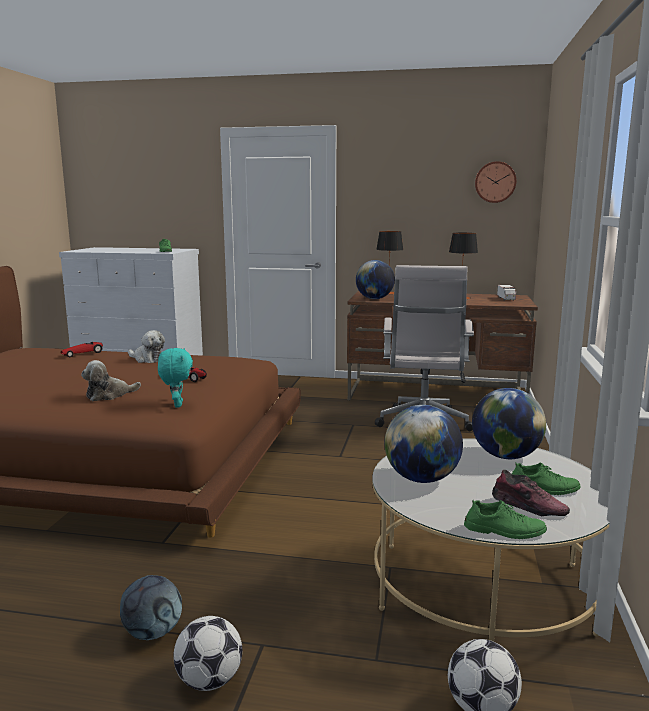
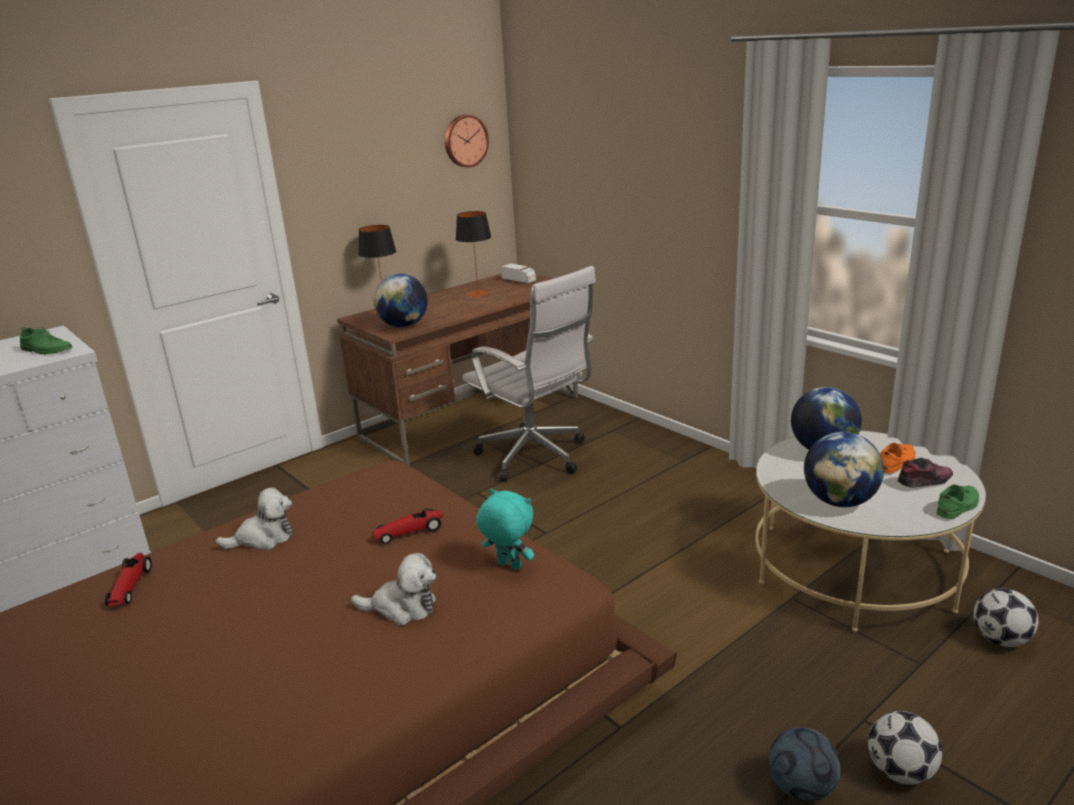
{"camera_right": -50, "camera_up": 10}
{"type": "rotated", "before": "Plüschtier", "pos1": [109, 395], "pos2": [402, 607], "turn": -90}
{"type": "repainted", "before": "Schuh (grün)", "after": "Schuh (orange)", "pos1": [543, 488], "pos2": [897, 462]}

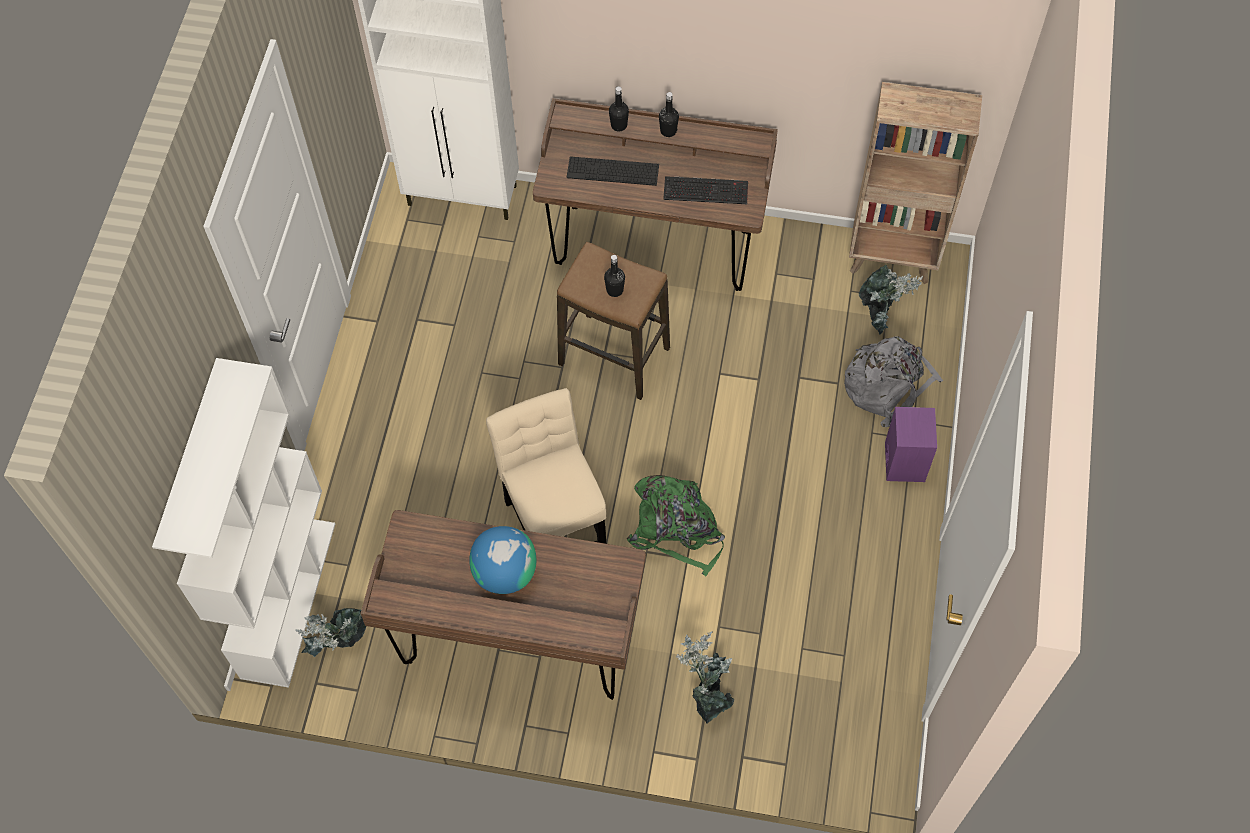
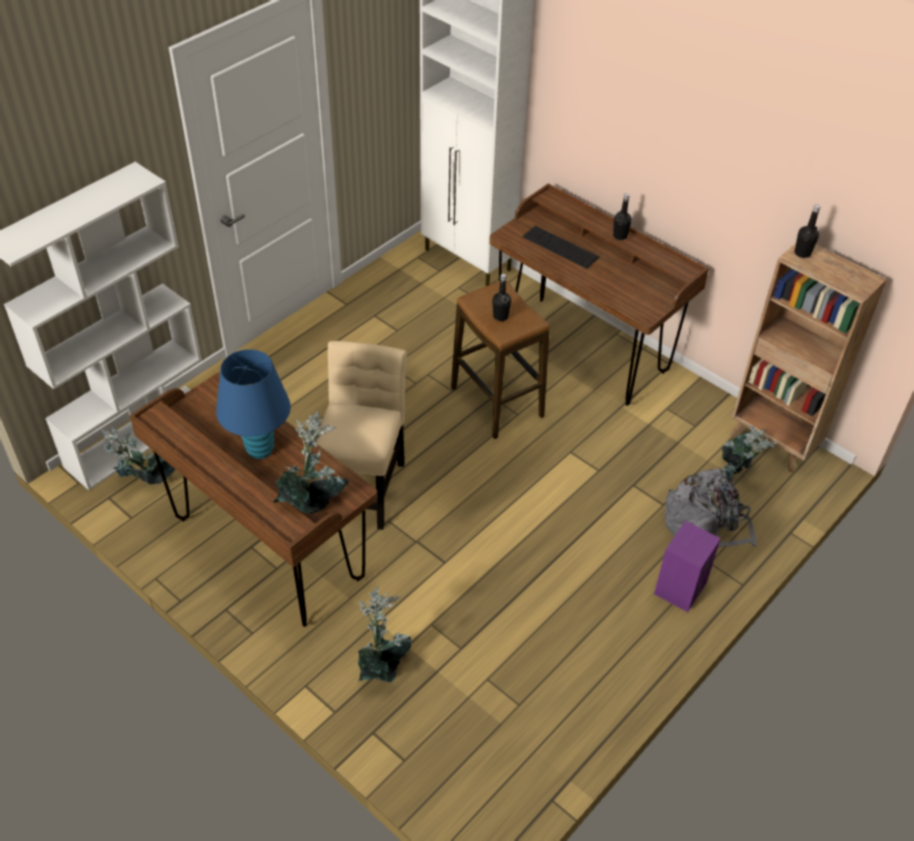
{"camera_right": 30, "camera_up": -15}
{"type": "shifted", "before": "Flasche (schwarz)", "pos1": [619, 125], "pos2": [802, 253]}
{"type": "gone", "before": "Tastatur", "pos1": [706, 190]}
{"type": "gone", "before": "Rucksack (grün)", "pos1": [677, 529]}
{"type": "swapped", "before": "Globus", "after": "Tischlampe (blau)", "pos1": [505, 572], "pos2": [260, 450]}
{"type": "new", "after": "Topfpflanze", "pos2": [313, 502]}

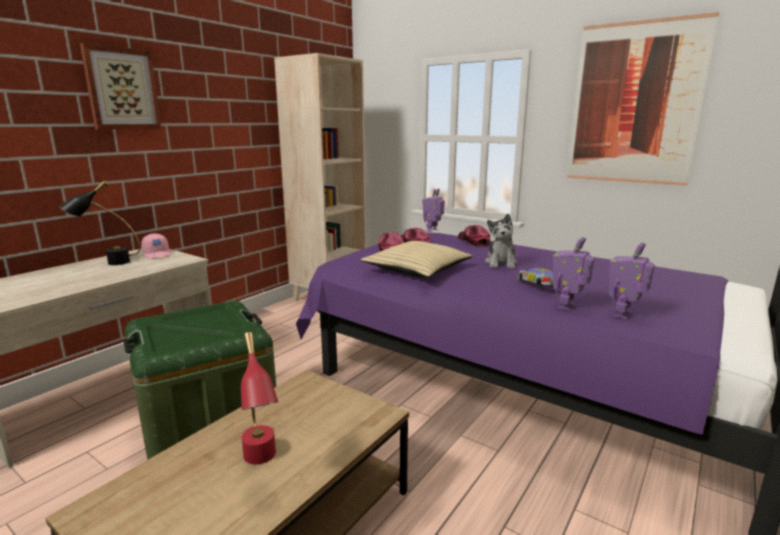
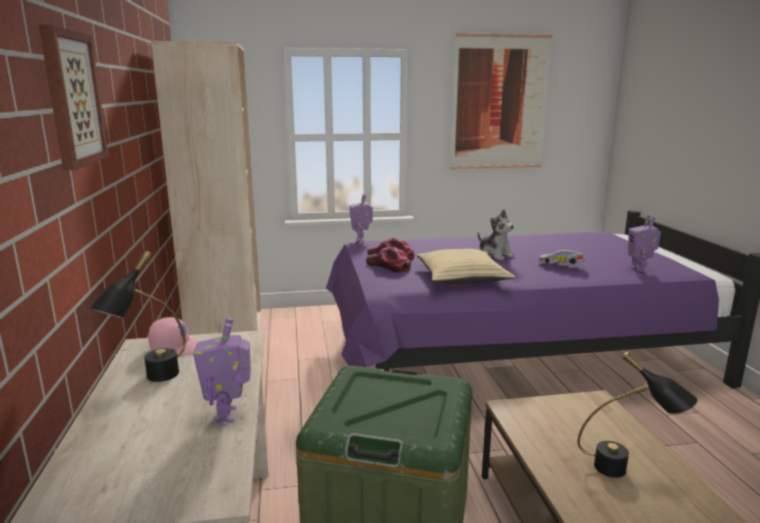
{"camera_right": -45, "camera_up": 0}
{"type": "gone", "before": "Kappe", "pos1": [473, 241]}
{"type": "shifted", "before": "Spielzeugroboter", "pos1": [567, 306], "pos2": [228, 415]}
{"type": "repainted", "before": "Tischlampe (rot)", "after": "Tischlampe (schwarz)", "pos1": [262, 463], "pos2": [626, 471]}

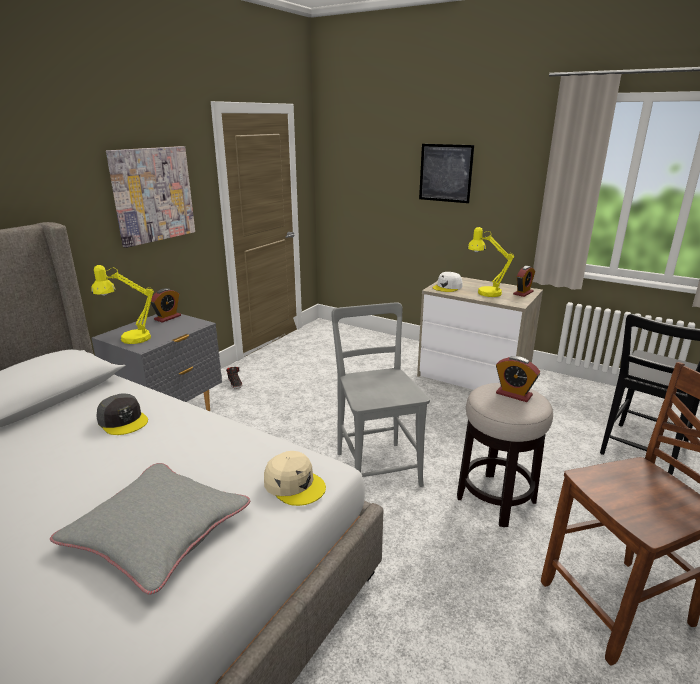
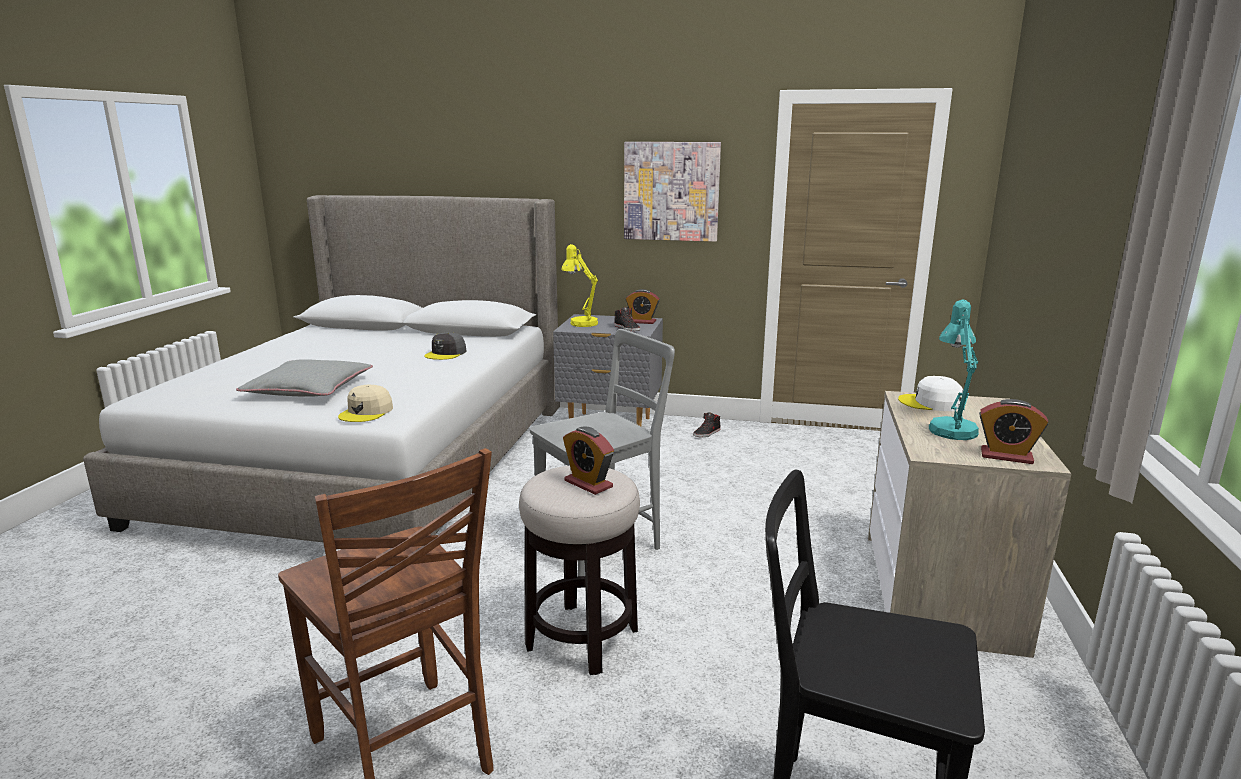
{"camera_right": 70, "camera_up": -5}
{"type": "gone", "before": "Bild", "pos1": [445, 173]}
{"type": "repainted", "before": "Tischlampe (gelb)", "after": "Tischlampe (türkis)", "pos1": [484, 292], "pos2": [950, 427]}
{"type": "rotated", "before": "Wecker", "pos1": [514, 394], "pos2": [588, 484], "turn": -60}
{"type": "new", "after": "Schuh (schwarz)", "pos2": [627, 328]}

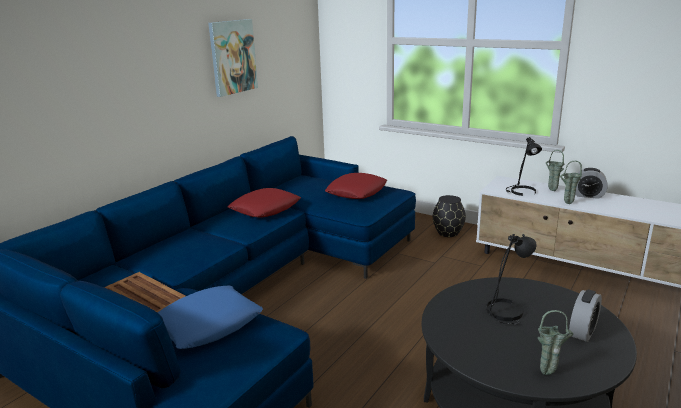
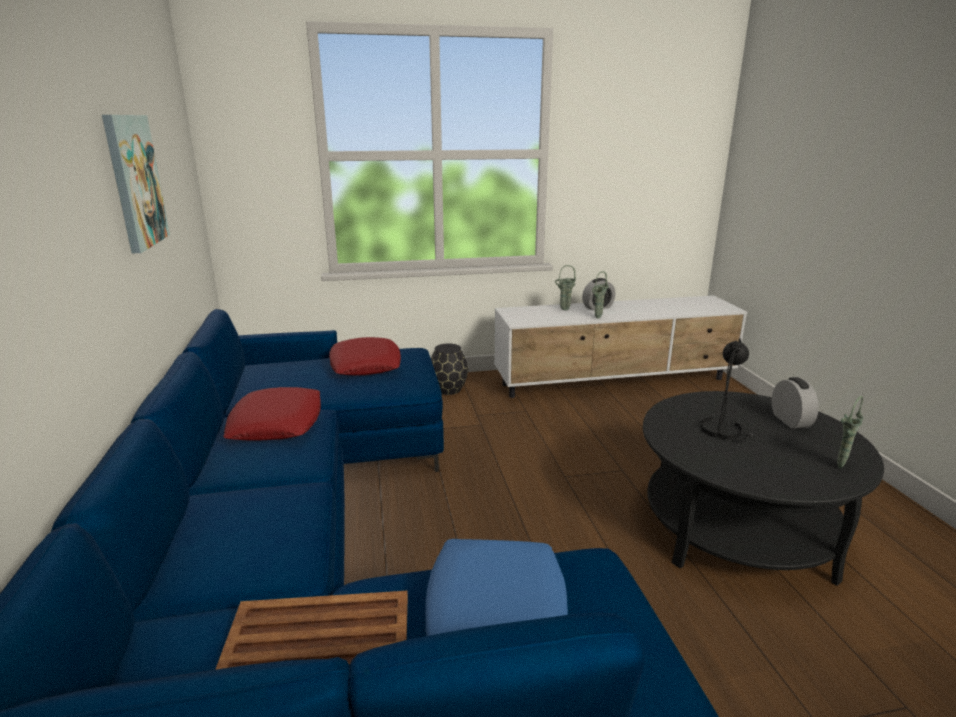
{"camera_right": -45, "camera_up": 0}
{"type": "gone", "before": "Tischlampe (schwarz)", "pos1": [521, 192]}

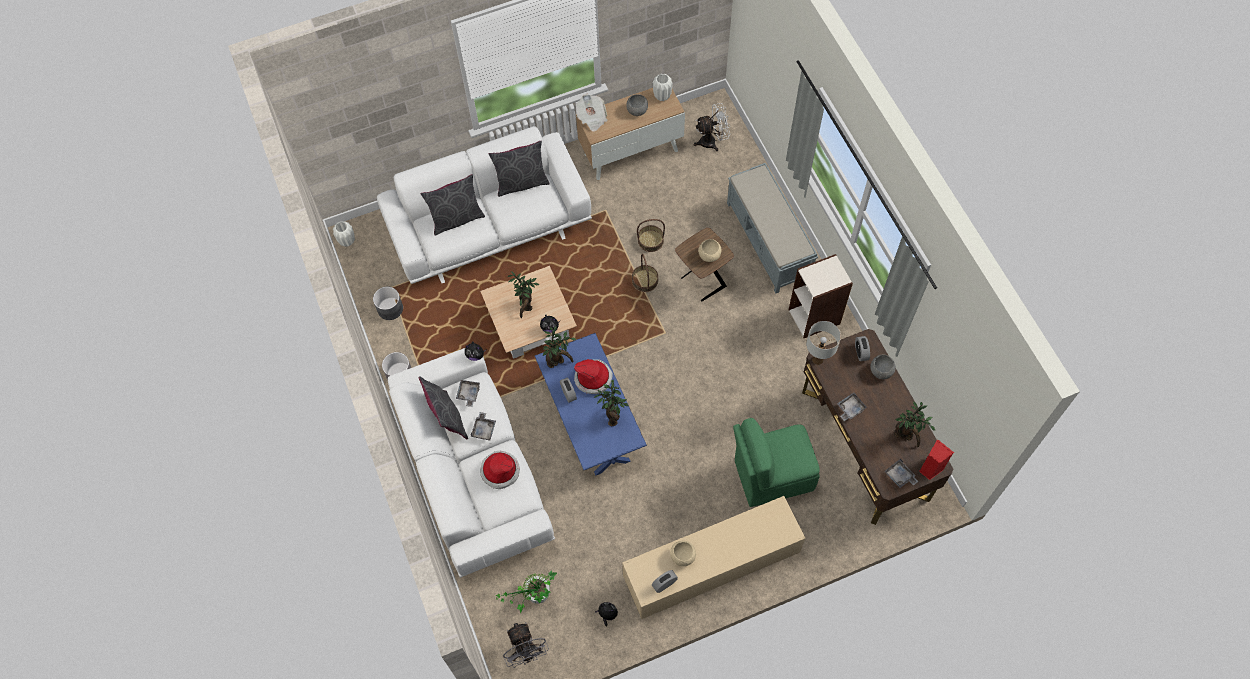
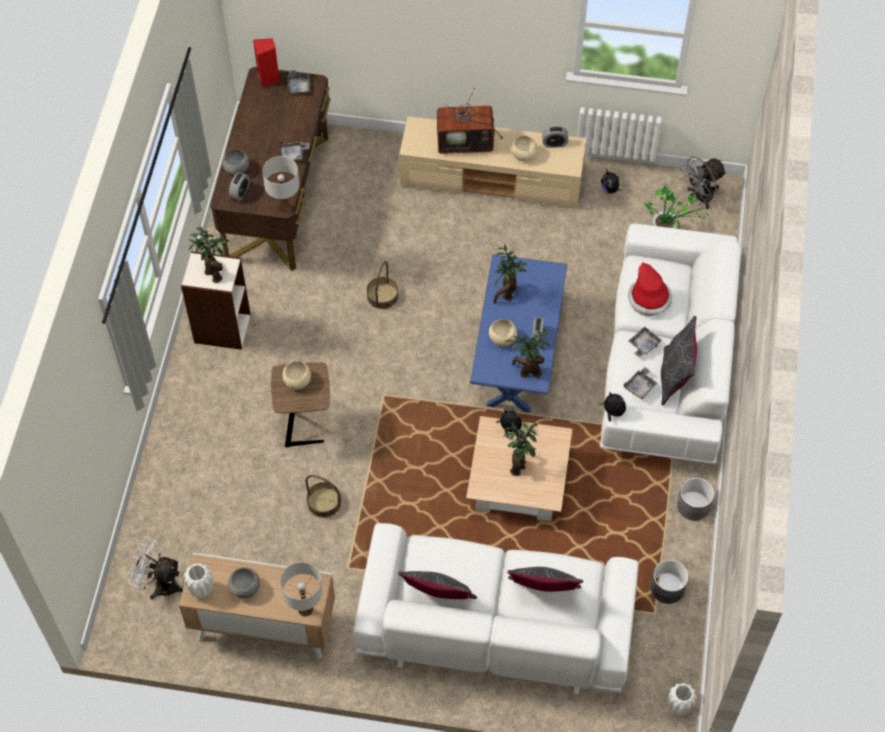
{"camera_right": -150, "camera_up": -5}
{"type": "swapped", "before": "Zeitung", "after": "Tischlampe (weiß)", "pos1": [592, 118], "pos2": [305, 609]}
{"type": "gone", "before": "Bank (grau)", "pos1": [768, 242]}
{"type": "shifted", "before": "Korb", "pos1": [644, 280], "pos2": [382, 296]}
{"type": "swapped", "before": "Hut", "after": "Schüssel (beige)", "pos1": [593, 378], "pos2": [502, 338]}
{"type": "shifted", "before": "Topfpflanze", "pos1": [905, 436], "pos2": [213, 273]}
{"type": "gone", "before": "Stuhl (grün)", "pos1": [771, 475]}
{"type": "rotated", "before": "Ventilator (grau)", "pos1": [526, 652], "pos2": [700, 198], "turn": -135}
{"type": "new", "after": "Fernseher", "pos2": [466, 141]}

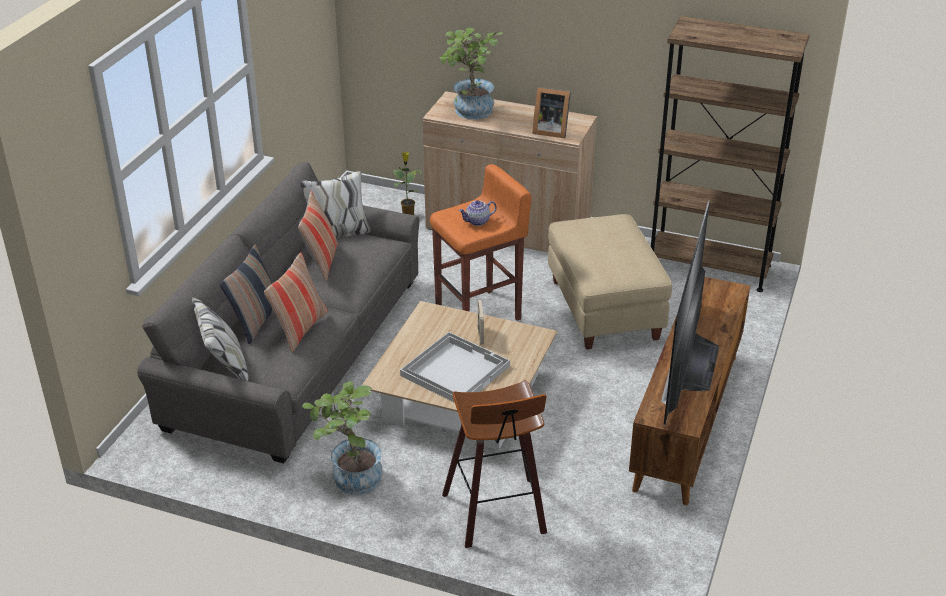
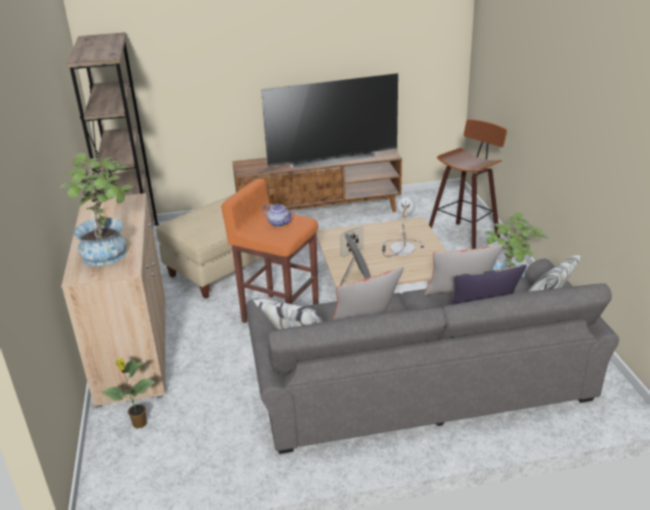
{"camera_right": -120, "camera_up": -5}
{"type": "shifted", "before": "Bilderrahmen", "pos1": [550, 130], "pos2": [354, 278]}
{"type": "swapped", "before": "Tablett (weiß)", "after": "Tischlampe", "pos1": [455, 370], "pos2": [399, 248]}

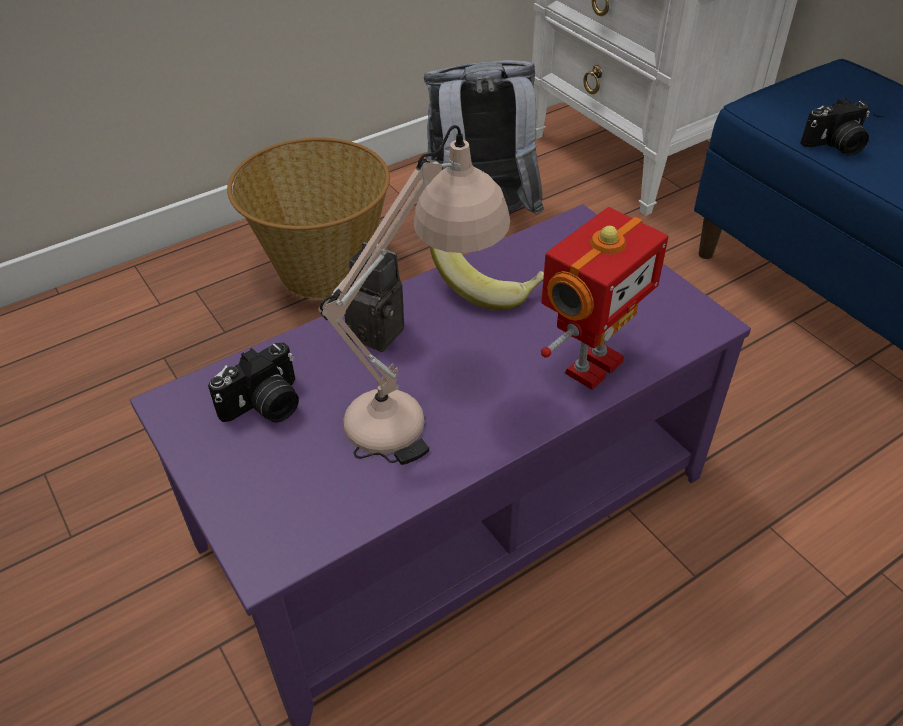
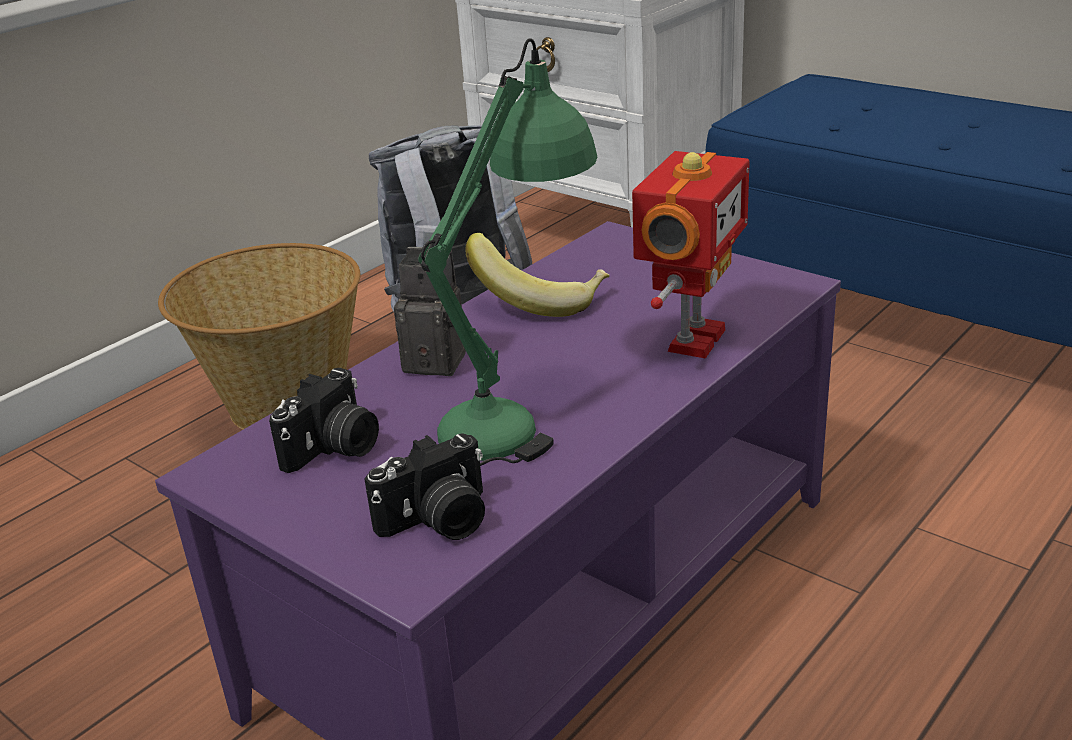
{"camera_right": -15, "camera_up": -15}
{"type": "shifted", "before": "Kamera", "pos1": [835, 146], "pos2": [439, 522]}
{"type": "repainted", "before": "Tischlampe (beige)", "after": "Tischlampe (grün)", "pos1": [422, 404], "pos2": [523, 408]}

